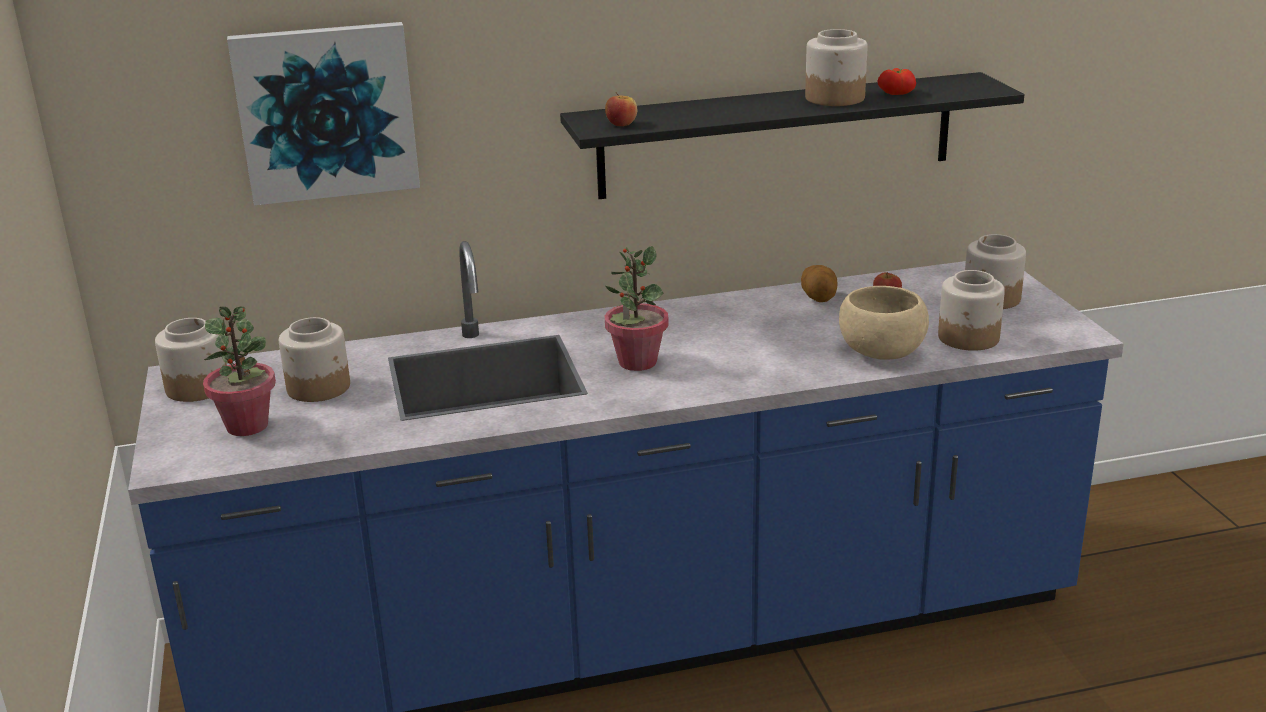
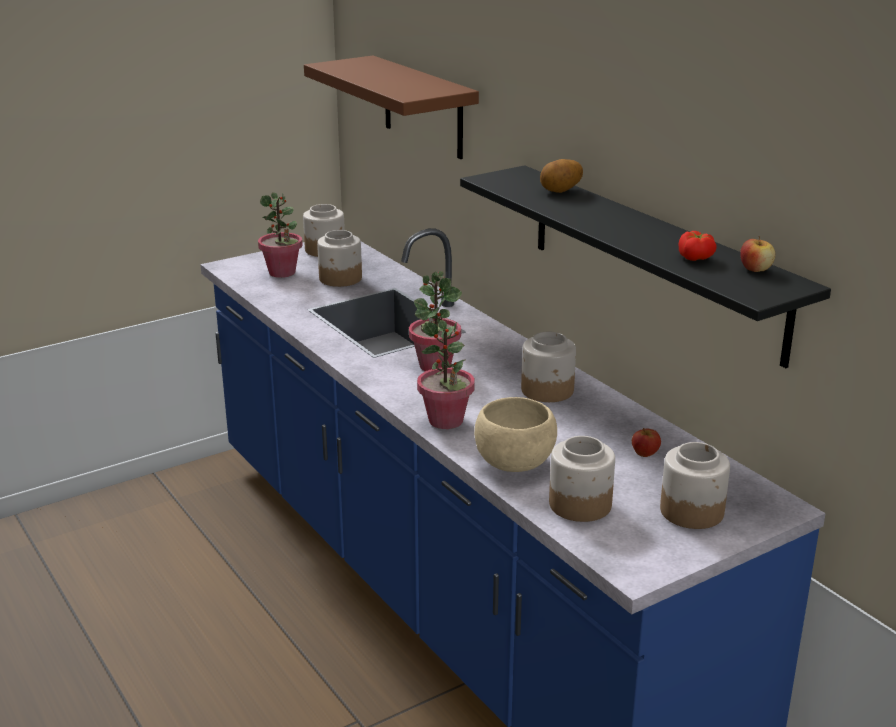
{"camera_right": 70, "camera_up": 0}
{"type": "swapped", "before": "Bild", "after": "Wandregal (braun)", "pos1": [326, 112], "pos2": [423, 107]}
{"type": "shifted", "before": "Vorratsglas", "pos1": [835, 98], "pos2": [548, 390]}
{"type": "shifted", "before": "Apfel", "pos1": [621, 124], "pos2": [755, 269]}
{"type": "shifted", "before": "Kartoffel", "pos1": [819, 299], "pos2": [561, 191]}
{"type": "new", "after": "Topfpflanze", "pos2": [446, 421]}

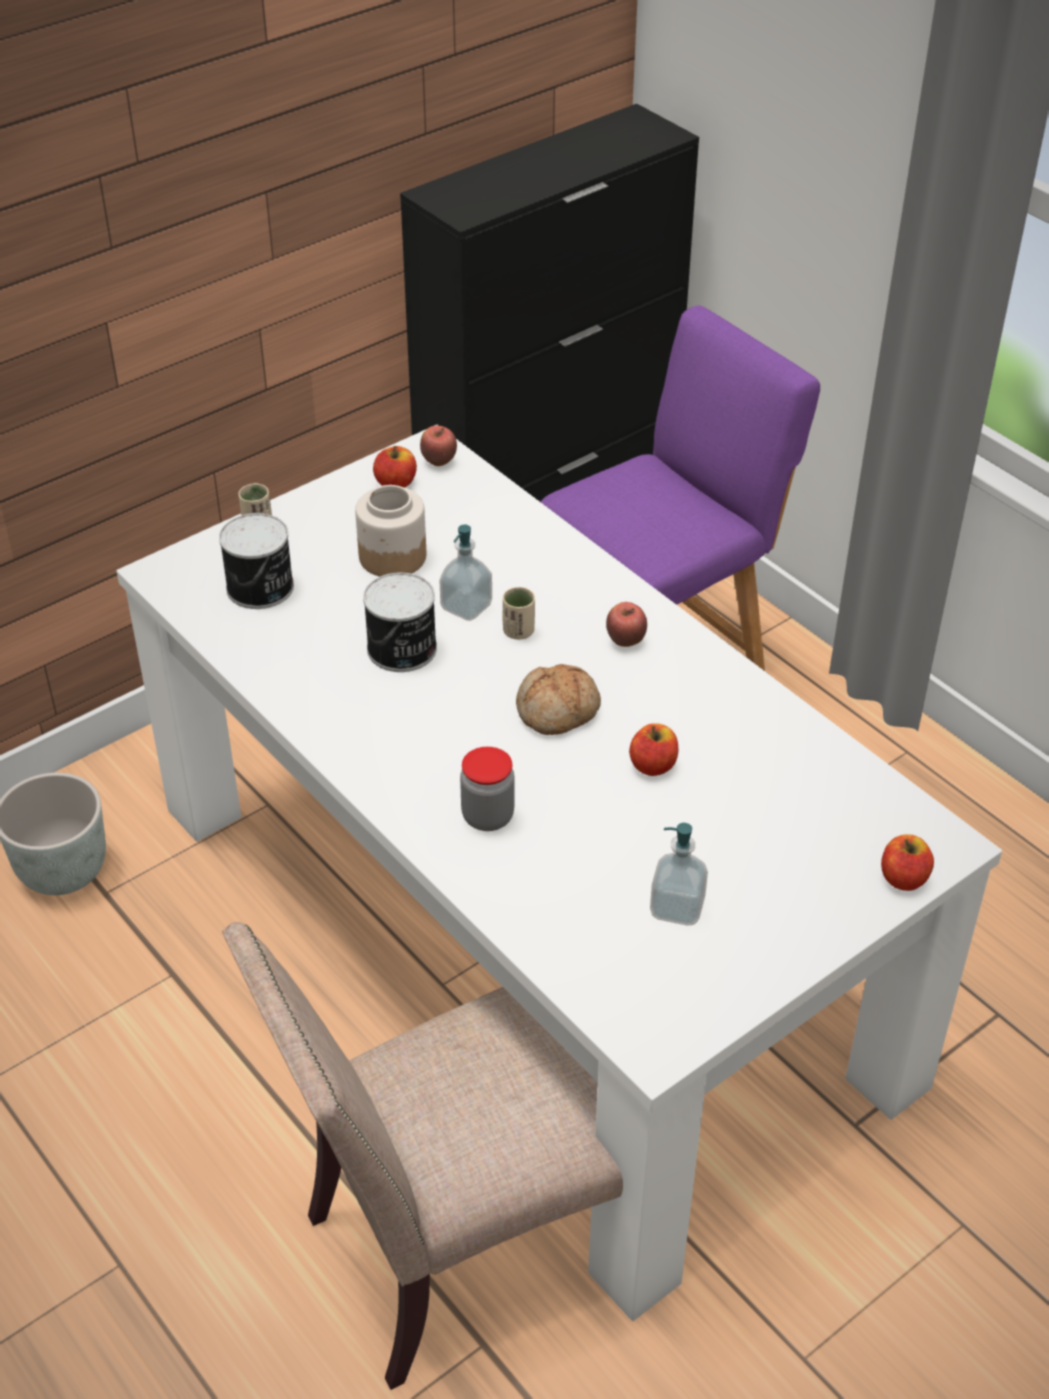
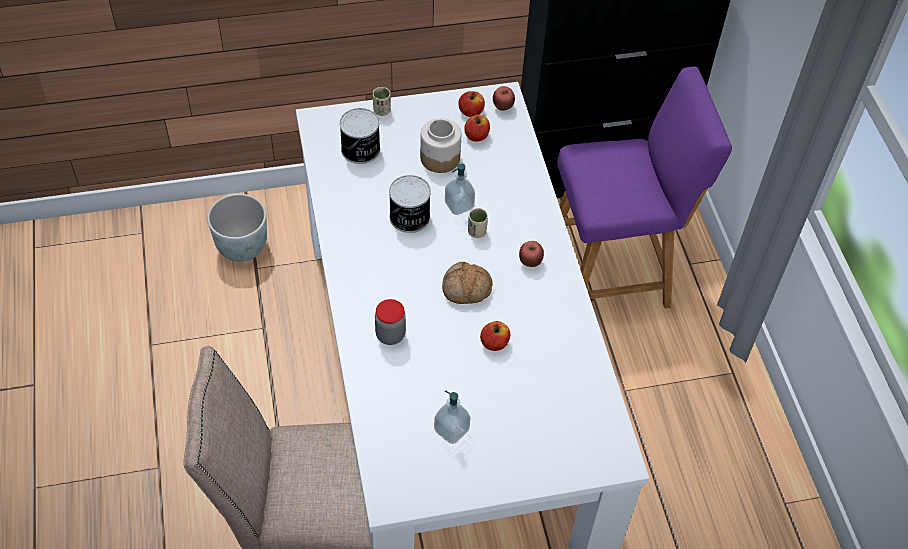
{"camera_right": 25, "camera_up": 10}
{"type": "shifted", "before": "Apfel", "pos1": [903, 878], "pos2": [476, 136]}

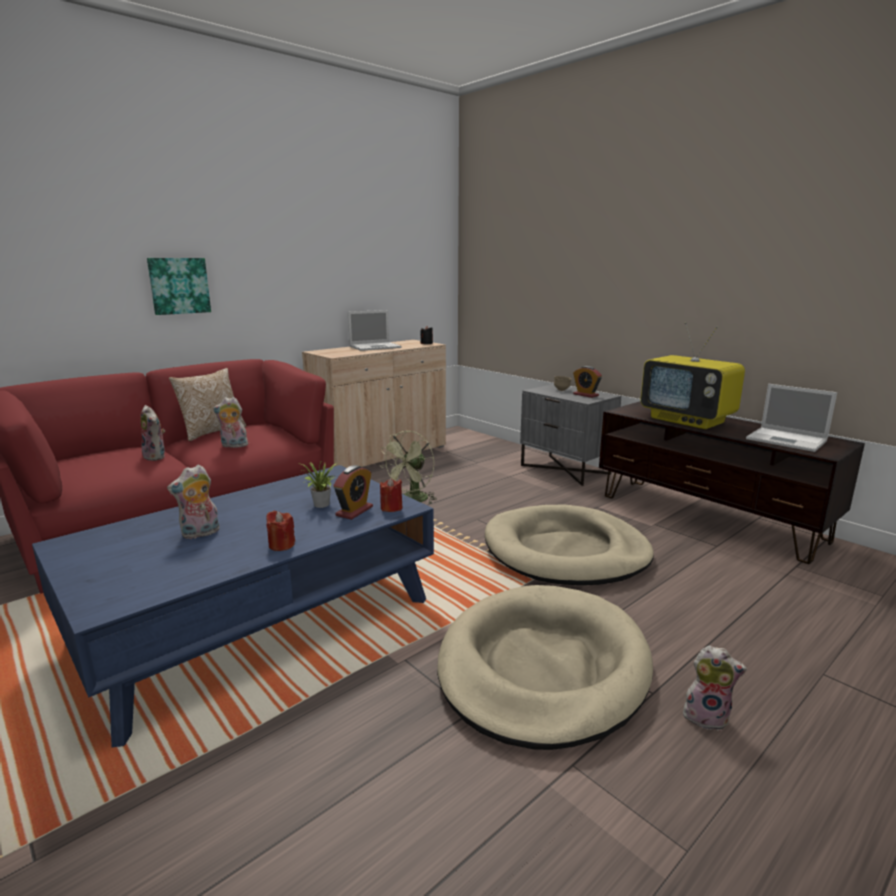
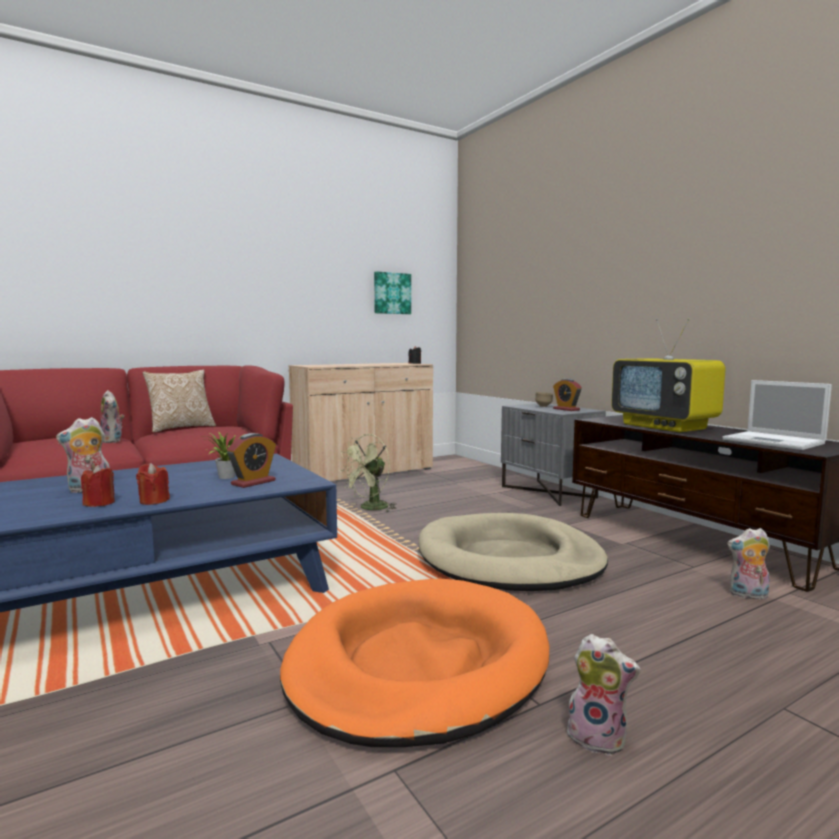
{"camera_right": 10, "camera_up": -10}
{"type": "shifted", "before": "Bild", "pos1": [179, 285], "pos2": [391, 293]}
{"type": "gone", "before": "Laptop", "pos1": [376, 347]}
{"type": "shifted", "before": "Plüschtier", "pos1": [233, 446], "pos2": [748, 595]}
{"type": "shifted", "before": "Kerze (rot)", "pos1": [391, 508], "pos2": [99, 503]}
{"type": "repainted", "before": "Hundebett (beige)", "after": "Hundebett (orange)", "pos1": [542, 668], "pos2": [418, 664]}

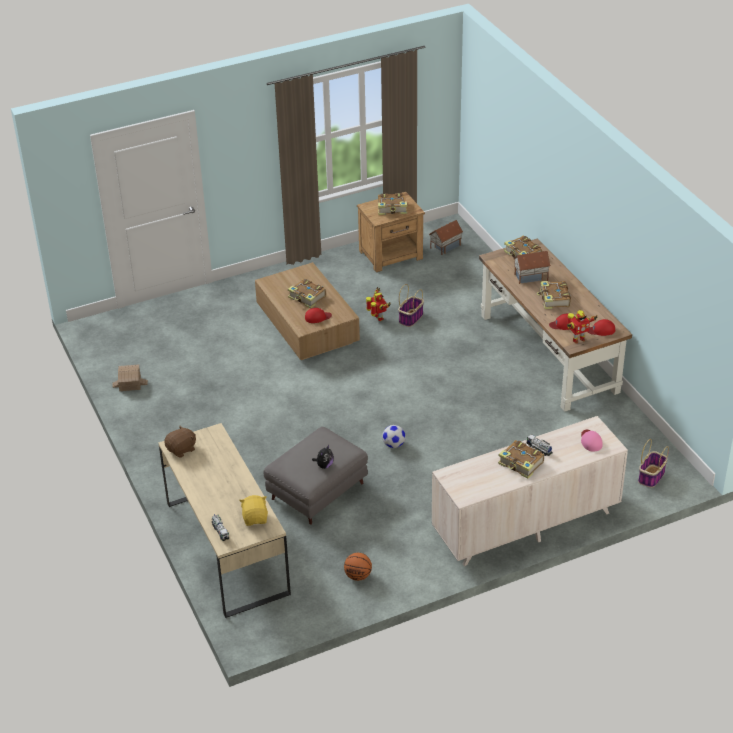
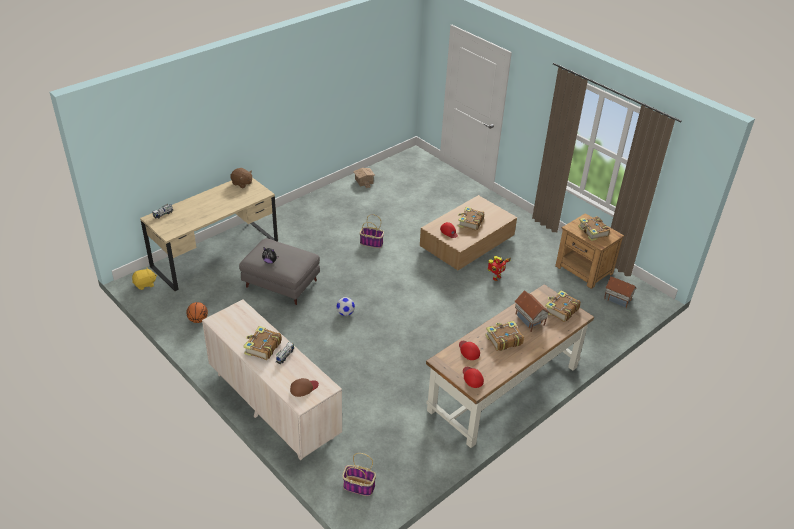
{"camera_right": 70, "camera_up": 0}
{"type": "shifted", "before": "Korb", "pos1": [411, 318], "pos2": [372, 243]}
{"type": "gone", "before": "Spielzeugroboter", "pos1": [577, 339]}
{"type": "repainted", "before": "Kappe (rosa)", "after": "Kappe (braun)", "pos1": [590, 441], "pos2": [304, 388]}
{"type": "shifted", "before": "Plüschtier (gelb)", "pos1": [255, 518], "pos2": [145, 284]}

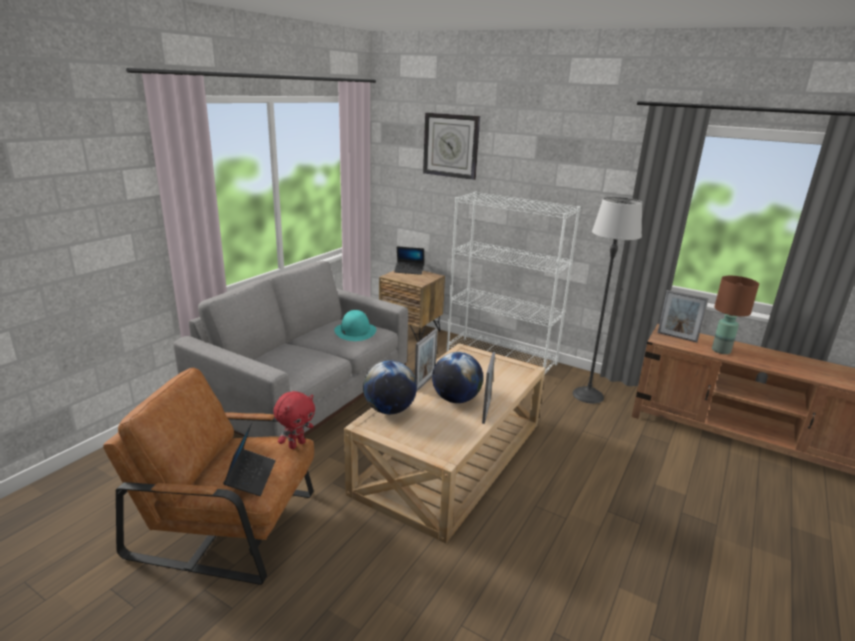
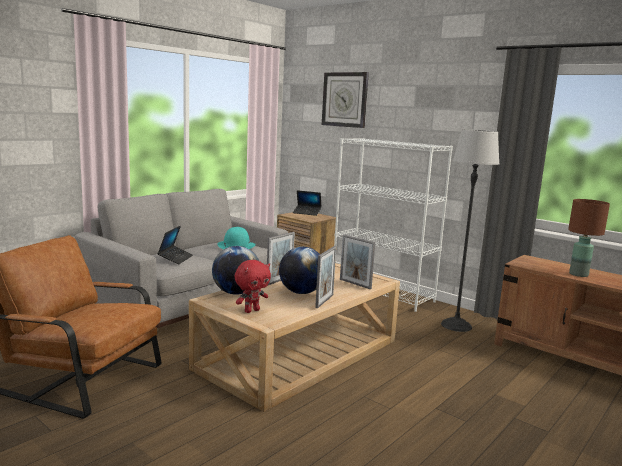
{"camera_right": 10, "camera_up": -10}
{"type": "shifted", "before": "Bilderrahmen", "pos1": [677, 337], "pos2": [355, 284]}
{"type": "shifted", "before": "Plüschtier (rot)", "pos1": [296, 444], "pos2": [251, 310]}
{"type": "shifted", "before": "Laptop", "pos1": [251, 477], "pos2": [175, 258]}

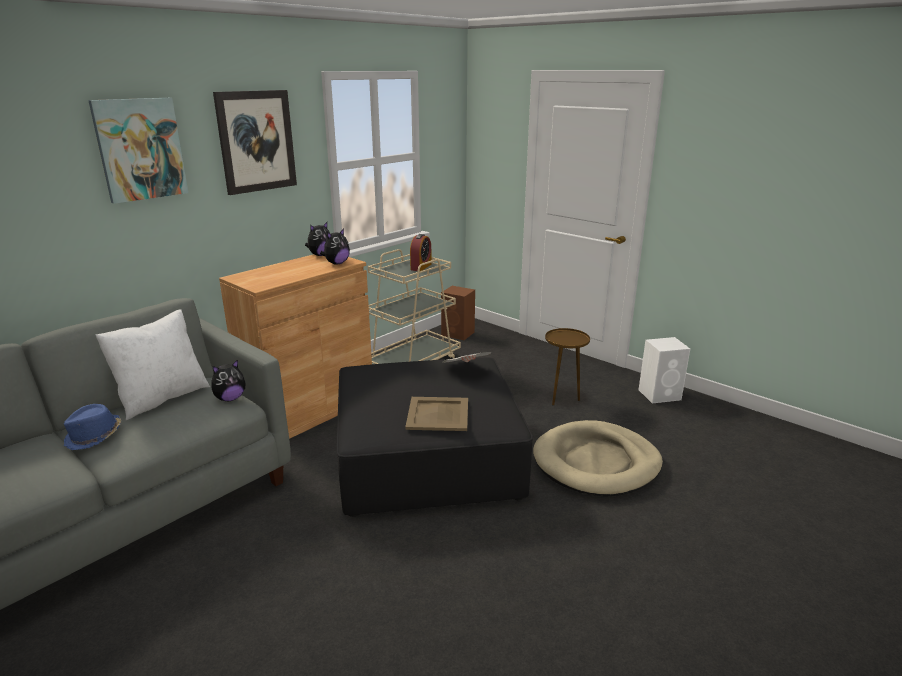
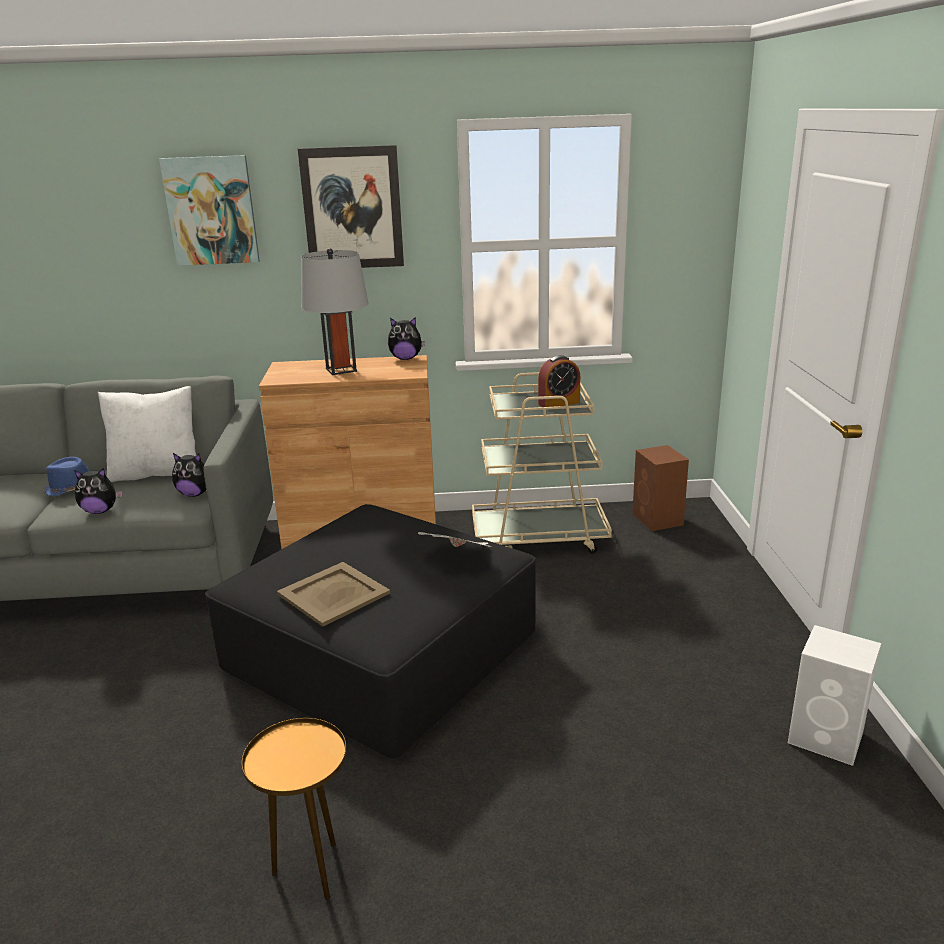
{"camera_right": 45, "camera_up": 0}
{"type": "shifted", "before": "Plüschtier", "pos1": [336, 263], "pos2": [100, 511]}
{"type": "shifted", "before": "Beistelltisch (braun)", "pos1": [562, 398], "pos2": [312, 871]}
{"type": "gone", "before": "Hundebett (beige)", "pos1": [596, 462]}
{"type": "new", "after": "Tischlampe (grau)", "pos2": [341, 370]}

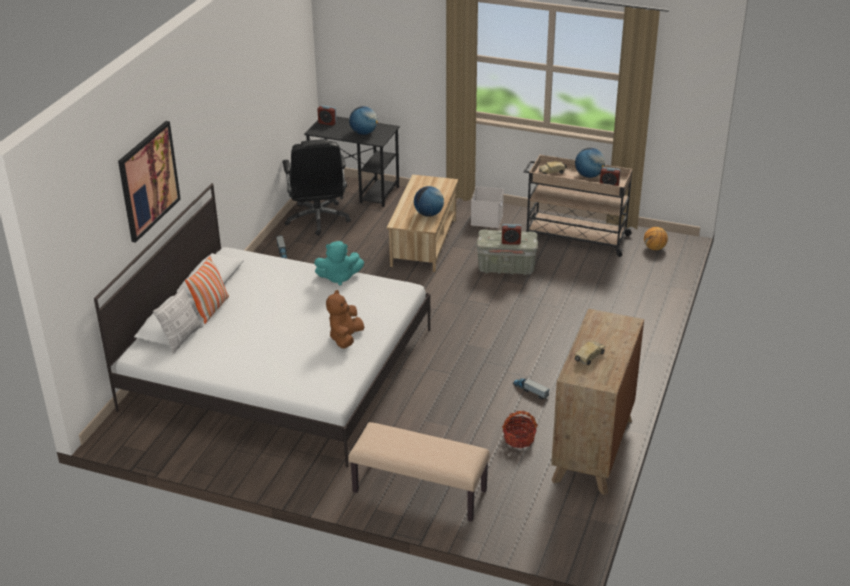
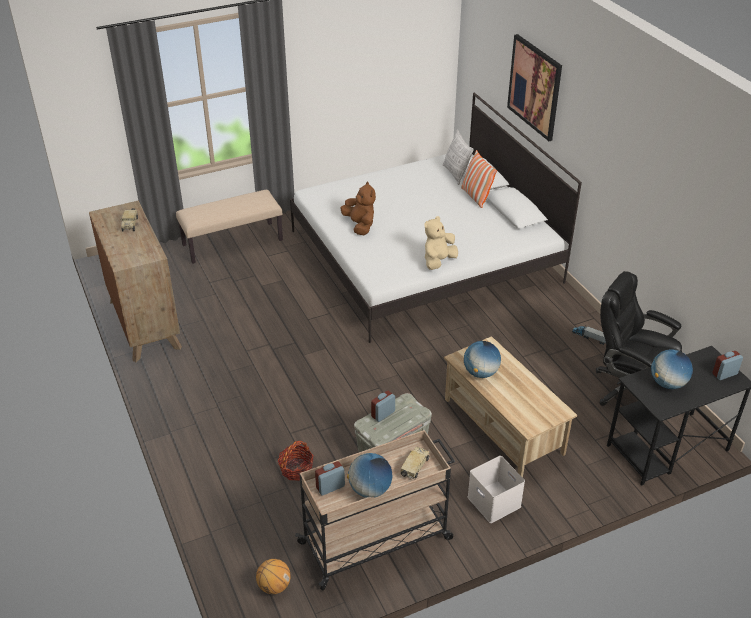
{"camera_right": 135, "camera_up": 5}
{"type": "repainted", "before": "Plüschtier (türkis)", "after": "Plüschtier (beige)", "pos1": [339, 277], "pos2": [438, 261]}
{"type": "gone", "before": "Spielzeuglaster", "pos1": [530, 391]}
{"type": "shifted", "before": "Korb", "pos1": [519, 439], "pos2": [296, 469]}

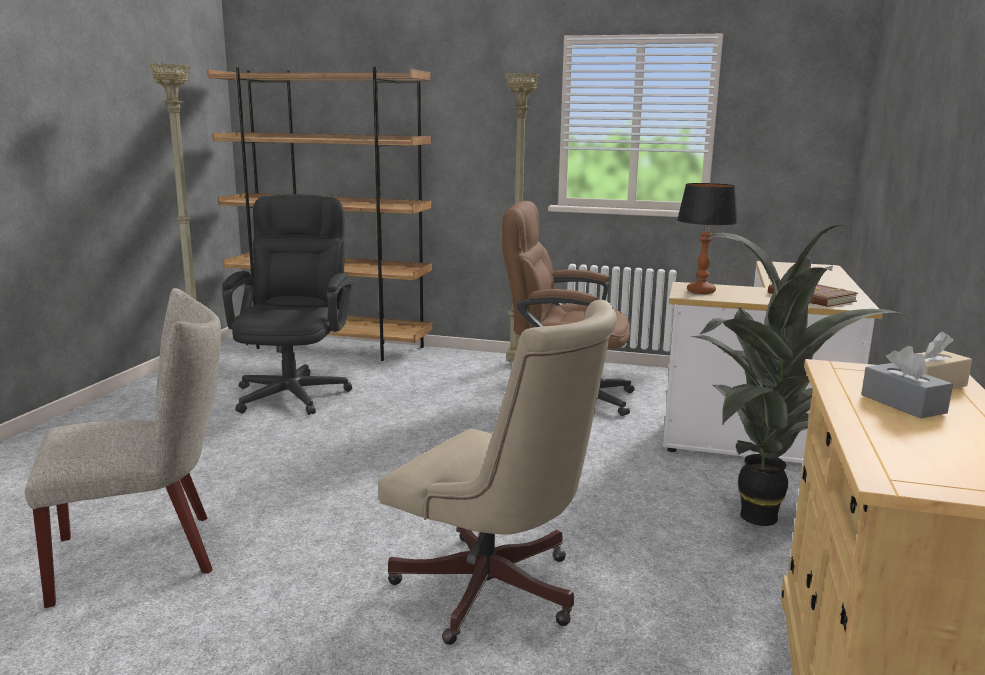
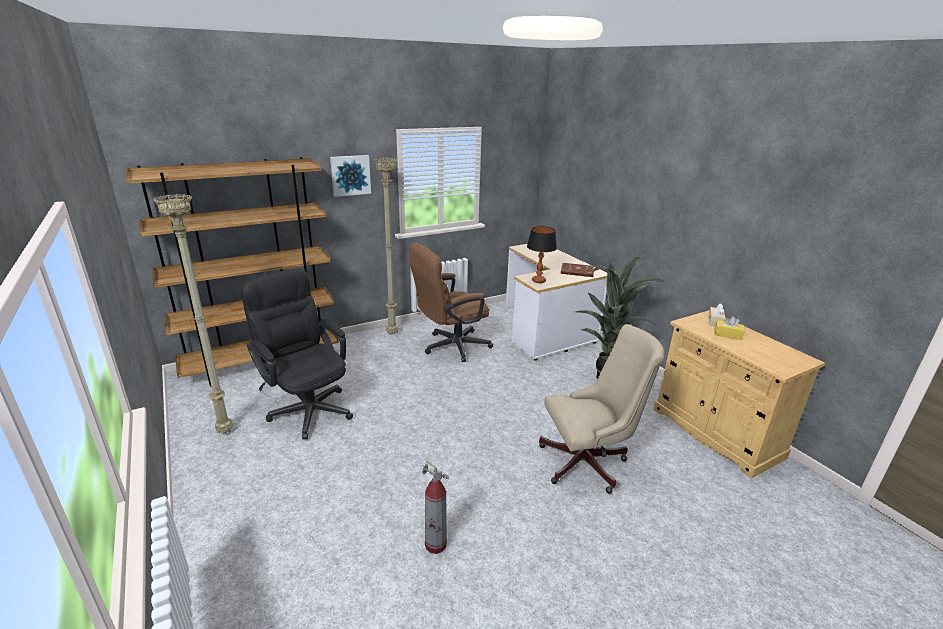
{"camera_right": -45, "camera_up": 10}
{"type": "swapped", "before": "Stuhl (beige)", "after": "Feuerlöscher", "pos1": [147, 553], "pos2": [436, 545]}
{"type": "repainted", "before": "Taschentuchbox (grau)", "after": "Taschentuchbox (gelb)", "pos1": [903, 404], "pos2": [727, 335]}
{"type": "new", "after": "Bild", "pos2": [350, 175]}

